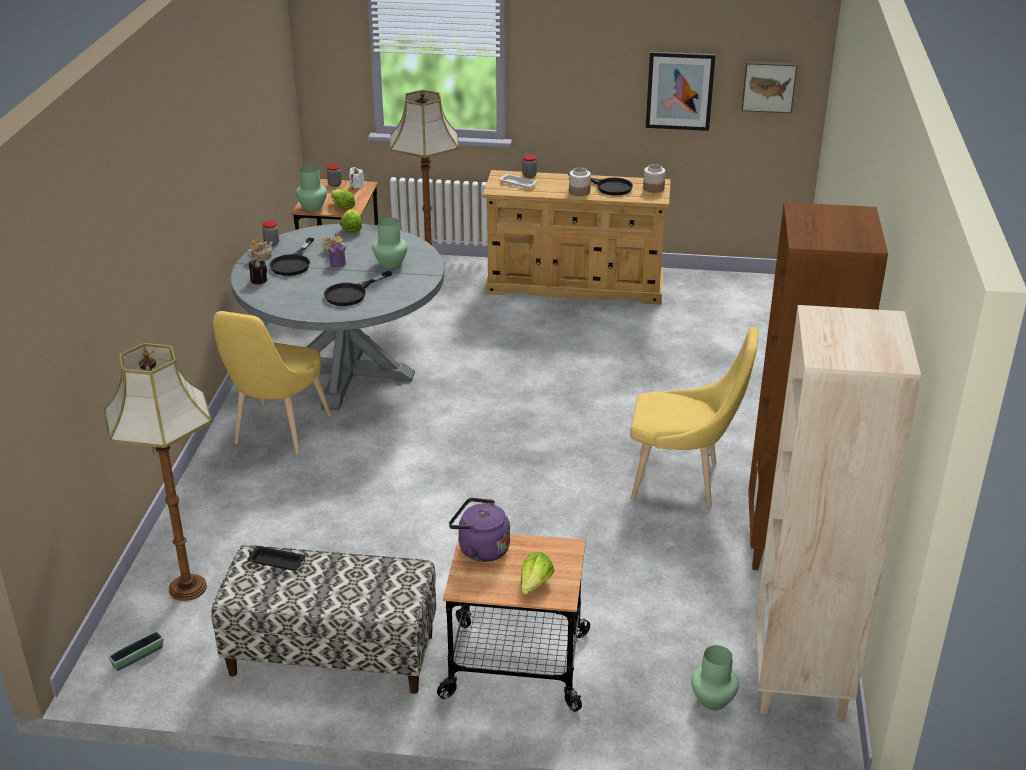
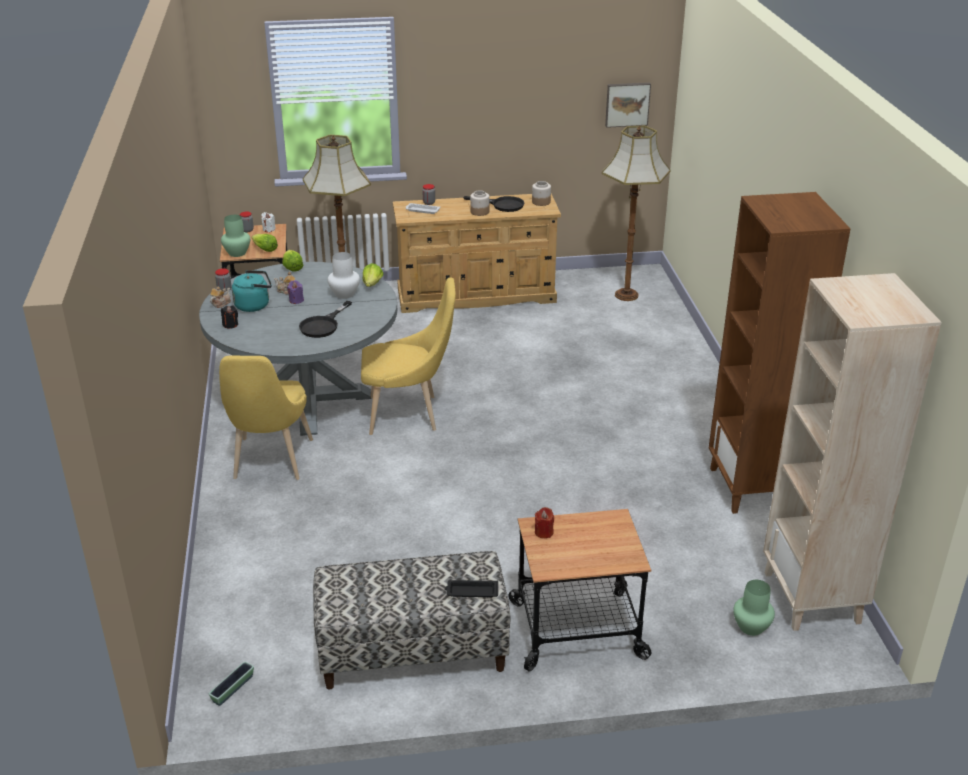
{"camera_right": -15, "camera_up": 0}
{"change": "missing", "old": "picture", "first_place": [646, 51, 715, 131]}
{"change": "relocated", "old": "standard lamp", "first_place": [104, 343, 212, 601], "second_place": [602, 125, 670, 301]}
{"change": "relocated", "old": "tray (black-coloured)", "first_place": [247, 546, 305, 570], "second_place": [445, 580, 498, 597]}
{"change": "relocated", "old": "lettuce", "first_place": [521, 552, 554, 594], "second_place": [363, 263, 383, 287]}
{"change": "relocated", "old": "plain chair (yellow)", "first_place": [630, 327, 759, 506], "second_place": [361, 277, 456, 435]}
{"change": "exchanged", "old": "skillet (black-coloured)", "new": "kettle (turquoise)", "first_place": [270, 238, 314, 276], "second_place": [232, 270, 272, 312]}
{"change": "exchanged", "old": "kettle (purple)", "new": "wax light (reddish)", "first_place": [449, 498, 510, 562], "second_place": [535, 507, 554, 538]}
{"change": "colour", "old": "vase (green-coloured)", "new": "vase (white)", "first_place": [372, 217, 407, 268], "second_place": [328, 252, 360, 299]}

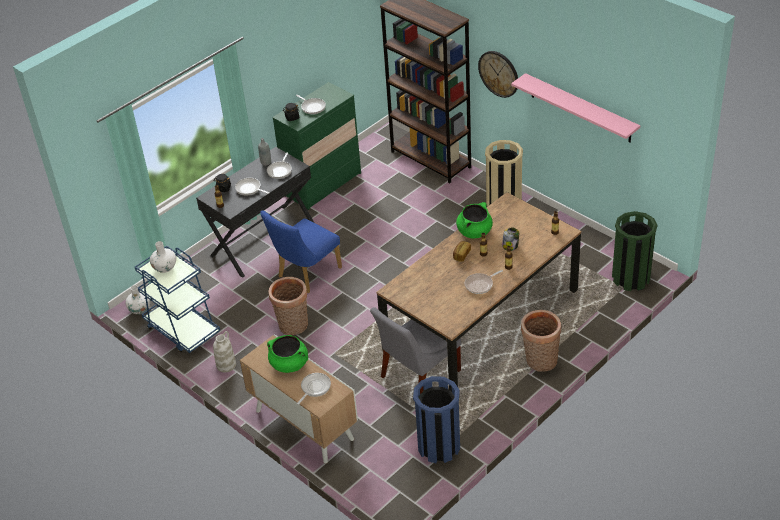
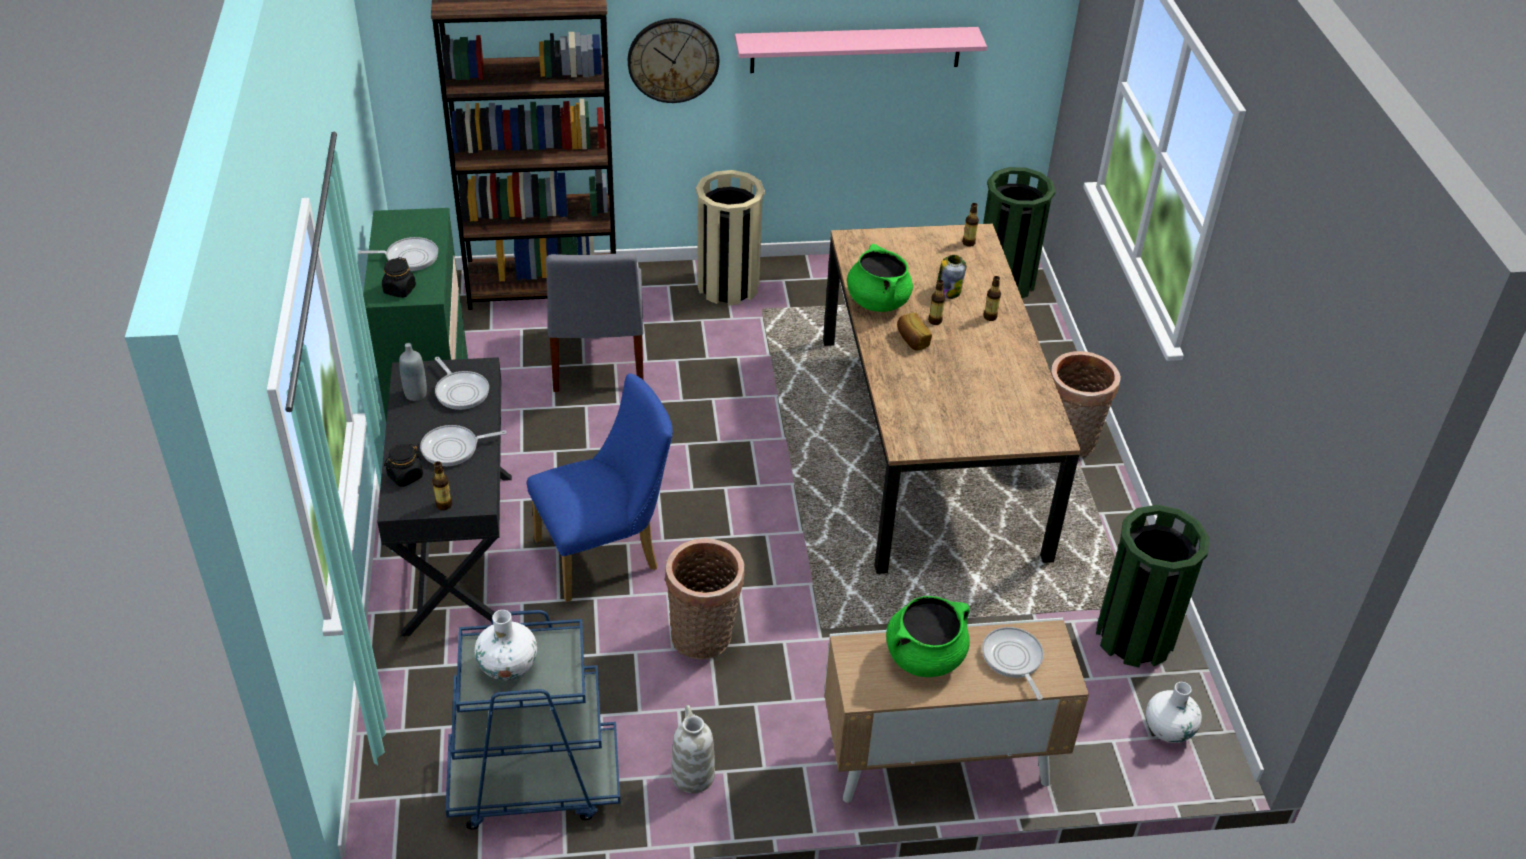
{"camera_right": -55, "camera_up": 0}
{"change": "missing", "old": "skillet", "first_place": [465, 270, 503, 294]}
{"change": "relocated", "old": "vase (white)", "first_place": [126, 285, 150, 315], "second_place": [1146, 682, 1202, 743]}
{"change": "relocated", "old": "plain chair (greyish)", "first_place": [370, 307, 461, 394], "second_place": [546, 253, 644, 392]}
{"change": "colour", "old": "rubbish bin (bluish)", "new": "rubbish bin (green-coloured)", "first_place": [413, 376, 460, 463], "second_place": [1096, 505, 1209, 667]}
{"change": "spun", "old": "plain chair (bluish)", "first_place": [260, 210, 342, 293], "second_place": [527, 373, 673, 602], "degrees": -105}

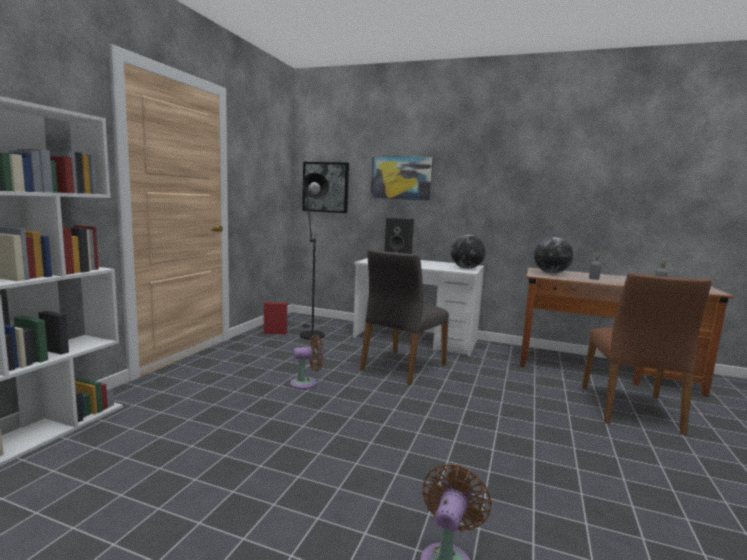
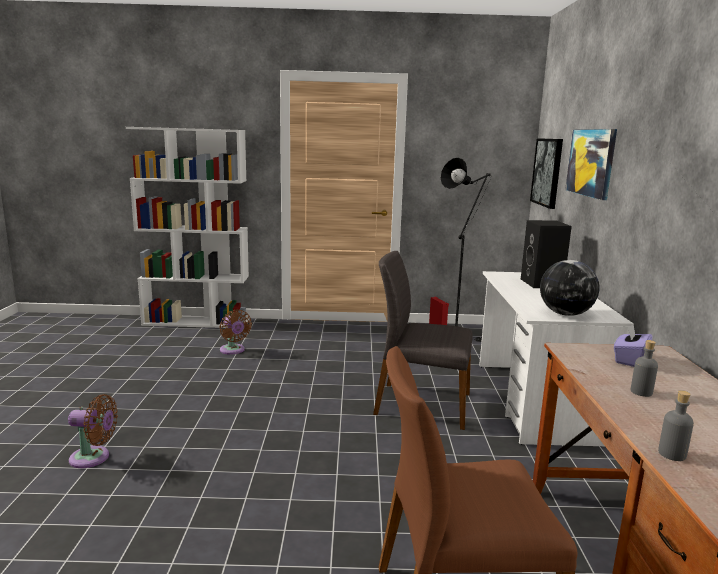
{"camera_right": 70, "camera_up": 5}
{"change": "relocated", "old": "fan (brownish)", "first_place": [290, 335, 323, 390], "second_place": [219, 309, 252, 355]}
{"change": "exchanged", "old": "desk globe", "new": "box of tissues (purple)", "first_place": [534, 237, 573, 273], "second_place": [614, 324, 653, 367]}

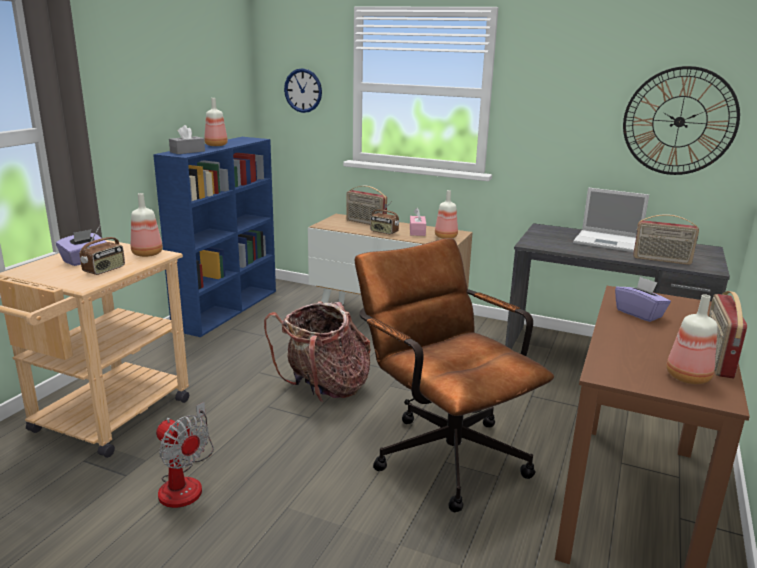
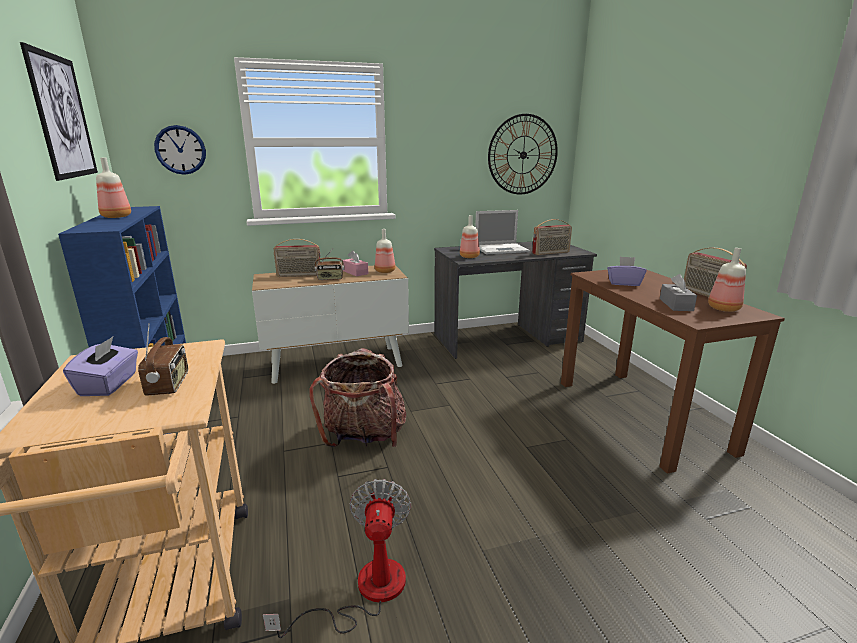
{"camera_right": -40, "camera_up": 0}
{"change": "missing", "old": "office chair (brownish)", "first_place": [355, 238, 554, 512]}
{"change": "appeared", "new": "picture", "second_place": [20, 42, 98, 181]}
{"change": "relocated", "old": "bottle", "first_place": [131, 193, 163, 257], "second_place": [460, 215, 480, 258]}
{"change": "relocated", "old": "box of tissues (greyish)", "first_place": [169, 125, 205, 154], "second_place": [660, 274, 697, 311]}
{"change": "spun", "old": "fan", "first_place": [156, 402, 214, 508], "second_place": [263, 479, 411, 638], "degrees": -90}

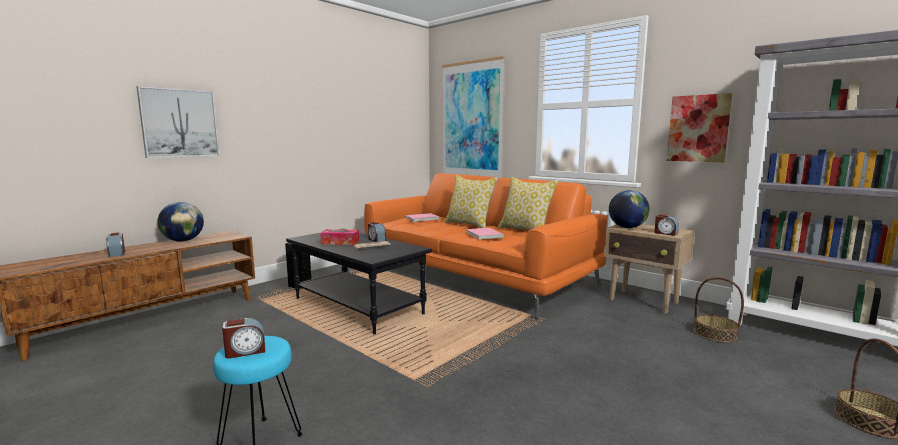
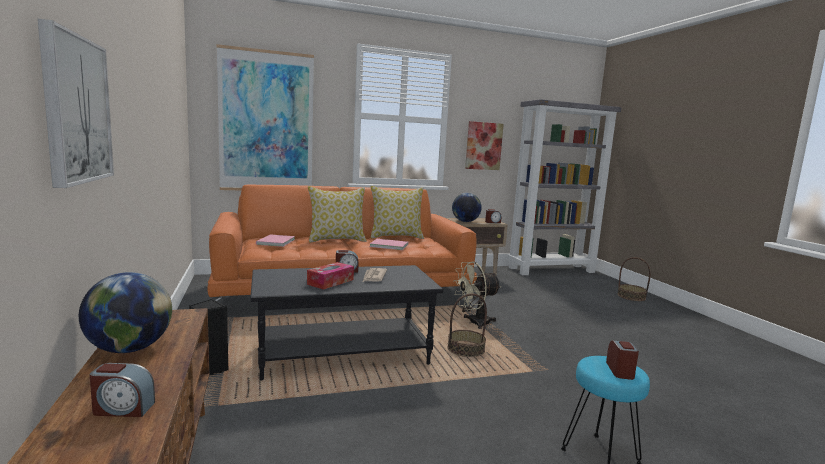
{"camera_right": -60, "camera_up": 0}
{"change": "appeared", "new": "fan (sand-coloured)", "second_place": [453, 261, 501, 329]}
{"change": "relocated", "old": "storage basket", "first_place": [694, 277, 744, 343], "second_place": [448, 293, 487, 357]}

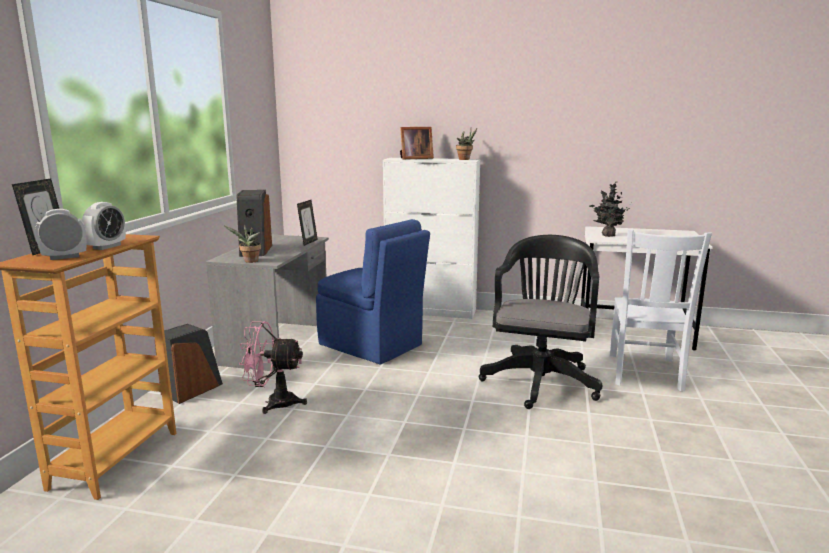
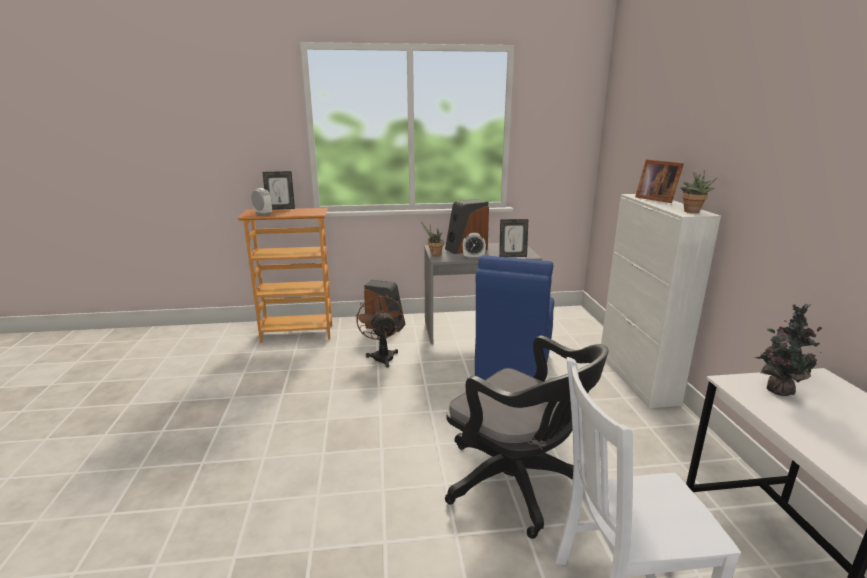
{"camera_right": 70, "camera_up": 5}
{"change": "relocated", "old": "table clock", "first_place": [82, 202, 126, 250], "second_place": [463, 233, 486, 259]}
{"change": "colour", "old": "fan (pink-coloured)", "new": "fan (brownish)", "first_place": [239, 321, 307, 414], "second_place": [355, 294, 403, 368]}
{"change": "spun", "old": "office chair (black-coloured)", "first_place": [478, 235, 602, 409], "second_place": [445, 336, 608, 539], "degrees": 45}

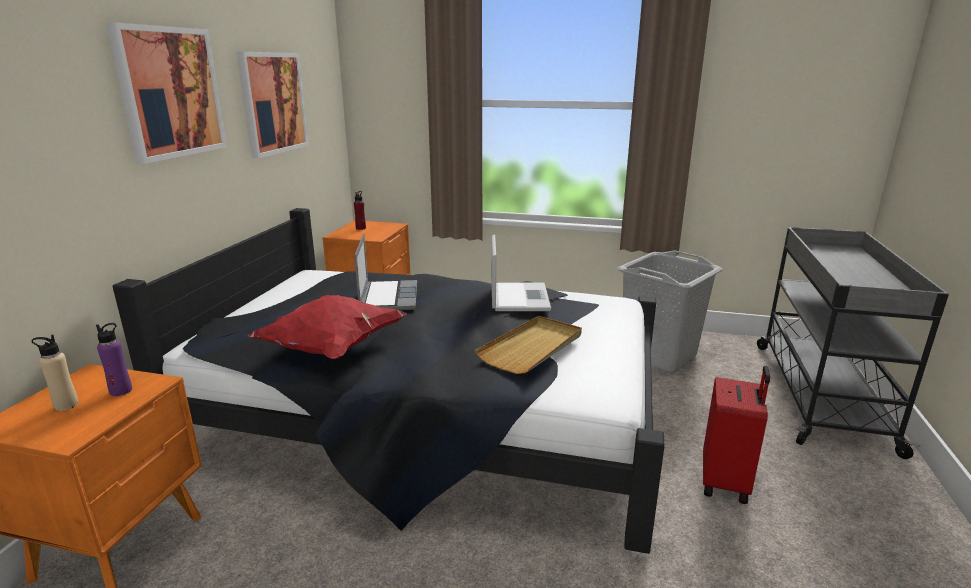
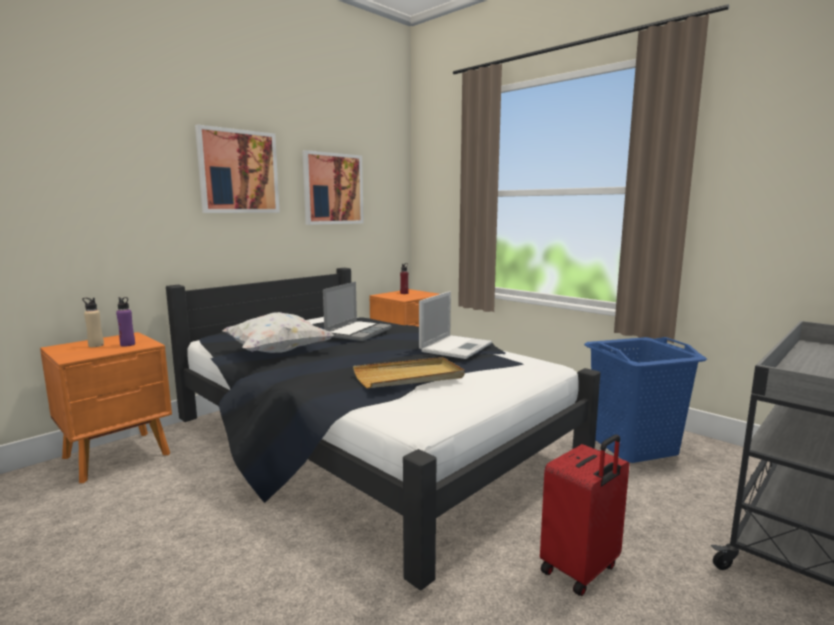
{"camera_right": 30, "camera_up": -10}
{"change": "colour", "old": "pillow (reddish)", "new": "pillow (white)", "first_place": [248, 295, 407, 359], "second_place": [222, 312, 334, 353]}
{"change": "colour", "old": "hamper (greyish)", "new": "hamper (bluish)", "first_place": [617, 251, 723, 372], "second_place": [584, 337, 707, 463]}

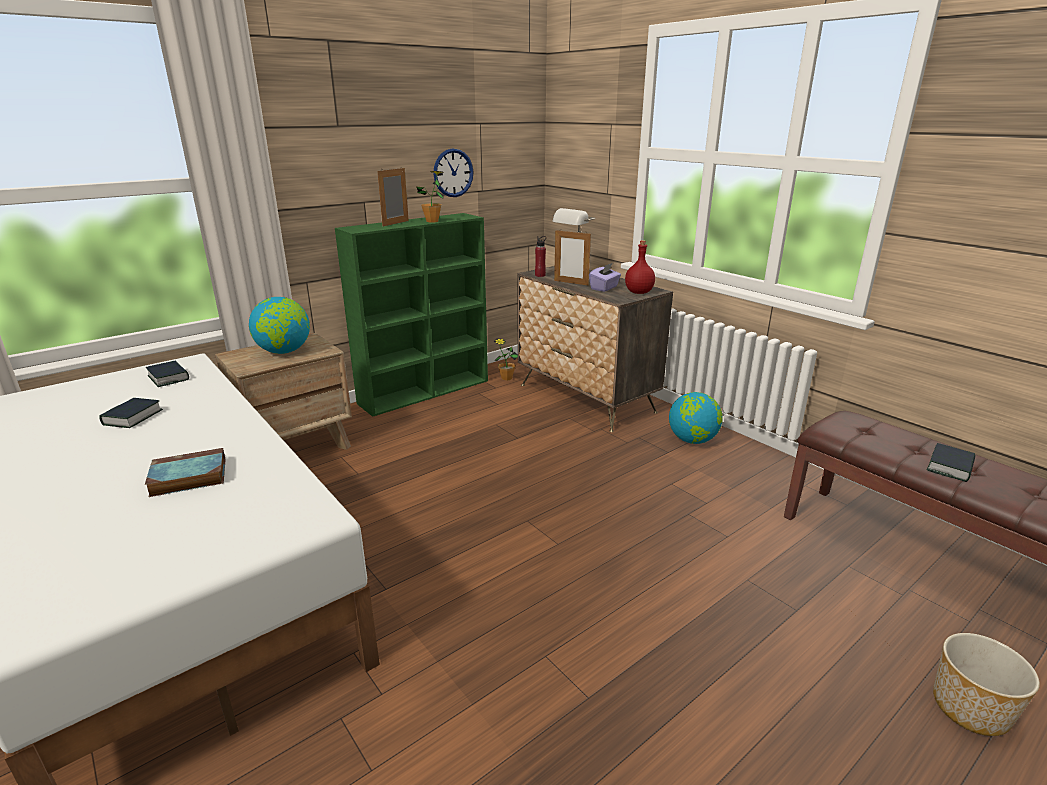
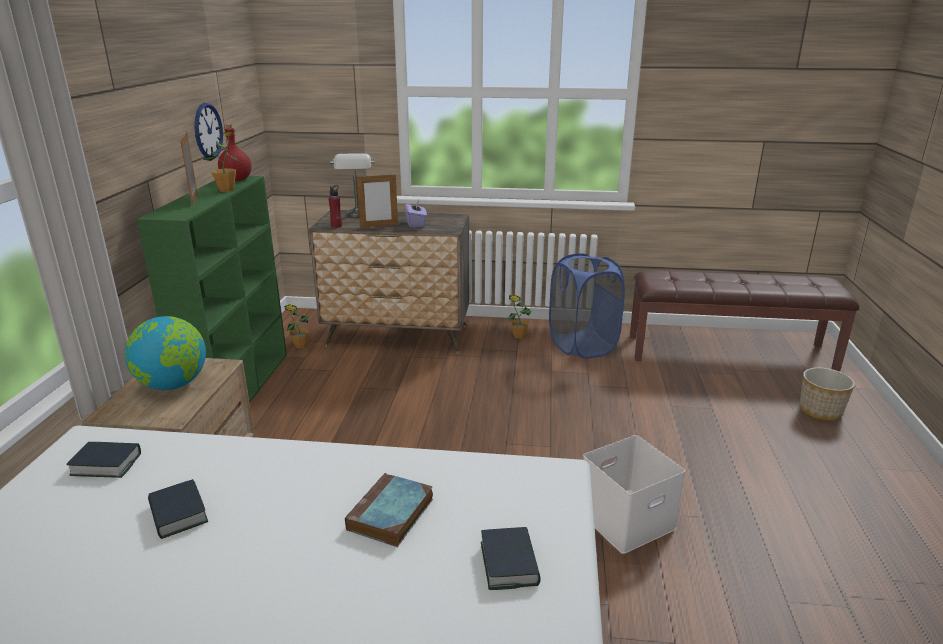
{"camera_right": -45, "camera_up": 0}
{"change": "appeared", "new": "hamper (bluish)", "second_place": [549, 253, 625, 359]}
{"change": "appeared", "new": "storage bin (white)", "second_place": [583, 435, 685, 554]}
{"change": "relocated", "old": "bottle (reddish)", "first_place": [625, 240, 655, 294], "second_place": [218, 124, 252, 181]}
{"change": "relocated", "old": "bound book", "first_place": [927, 443, 975, 482], "second_place": [481, 527, 541, 590]}
{"change": "exchanged", "old": "desk globe", "new": "houseplant", "first_place": [669, 392, 723, 444], "second_place": [508, 295, 532, 339]}

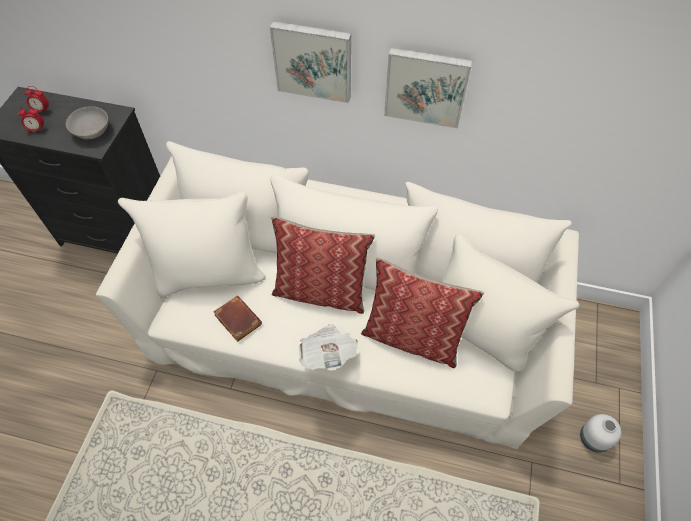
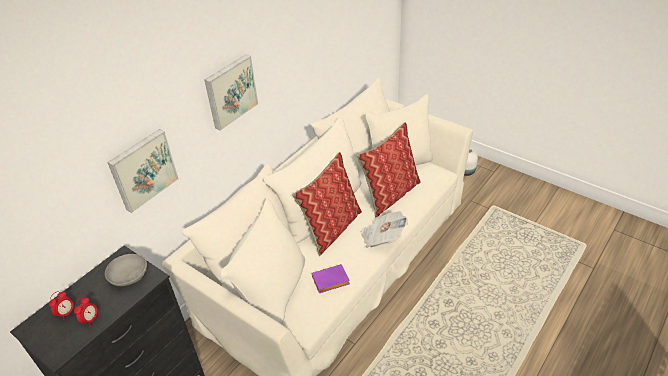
{"camera_right": -65, "camera_up": -15}
{"change": "relocated", "old": "picture", "first_place": [384, 48, 472, 129], "second_place": [107, 129, 179, 213]}
{"change": "colour", "old": "bound book (brownish)", "new": "bound book (purple)", "first_place": [214, 296, 262, 342], "second_place": [312, 264, 350, 293]}

